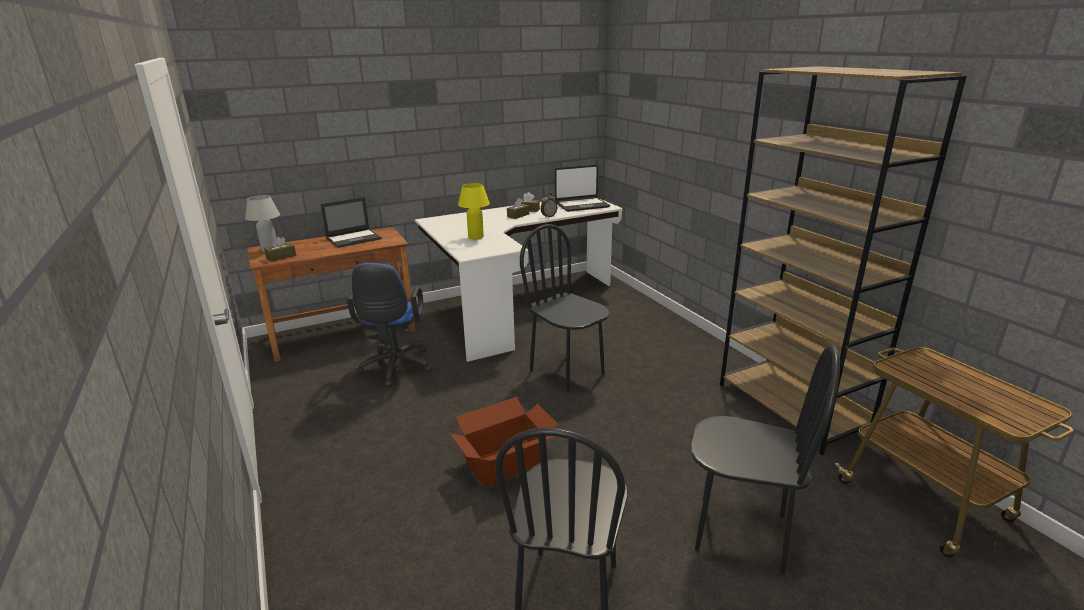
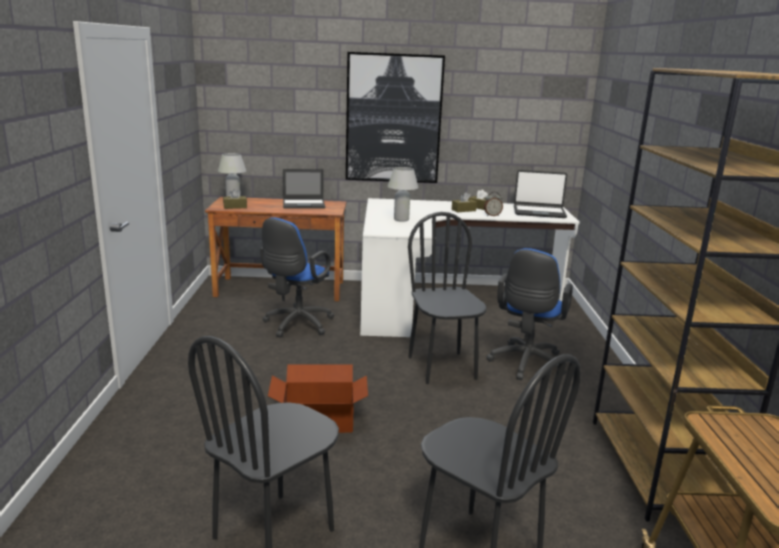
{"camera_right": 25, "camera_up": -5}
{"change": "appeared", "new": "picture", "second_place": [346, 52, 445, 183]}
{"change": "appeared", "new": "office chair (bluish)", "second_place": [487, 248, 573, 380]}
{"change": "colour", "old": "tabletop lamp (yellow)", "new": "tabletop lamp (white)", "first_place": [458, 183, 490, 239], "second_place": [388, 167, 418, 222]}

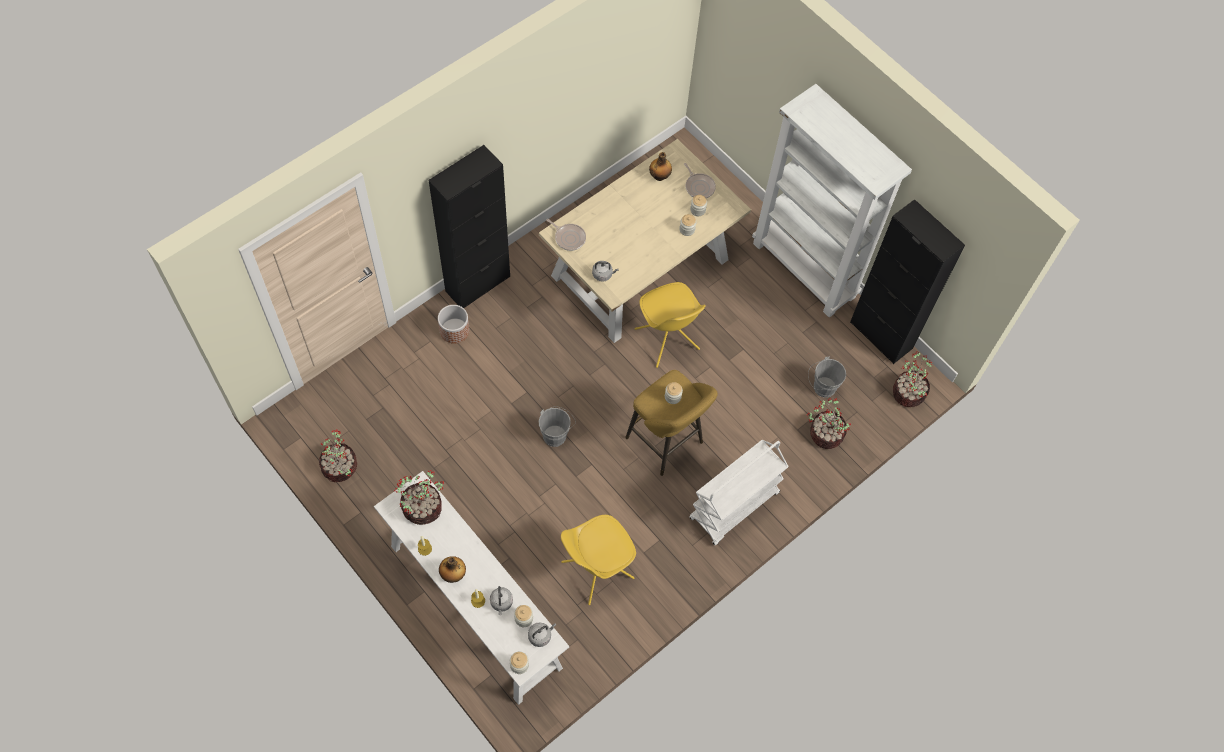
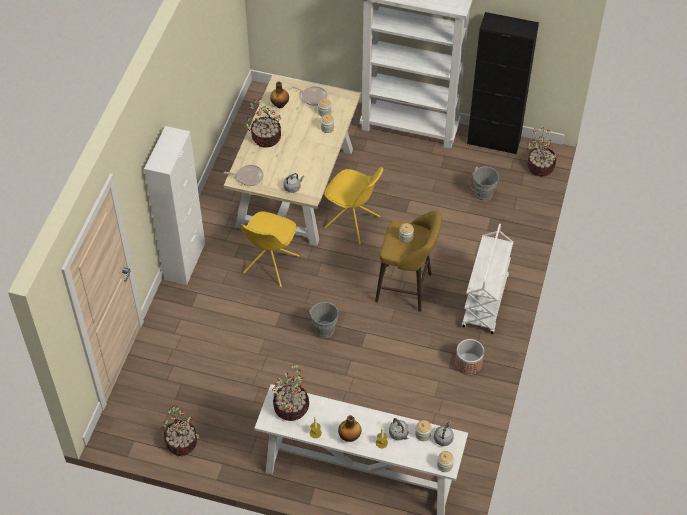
{"camera_right": -30, "camera_up": -10}
{"change": "relocated", "old": "flower pot", "first_place": [438, 305, 470, 344], "second_place": [455, 339, 484, 375]}
{"change": "relocated", "old": "plain chair (yellow)", "first_place": [561, 515, 636, 605], "second_place": [241, 211, 299, 287]}
{"change": "relocated", "old": "houseplant", "first_place": [806, 398, 851, 449], "second_place": [244, 98, 282, 148]}
{"change": "colour", "old": "cupboard (black-coloured)", "new": "cupboard (white)", "first_place": [429, 145, 510, 308], "second_place": [144, 126, 205, 285]}

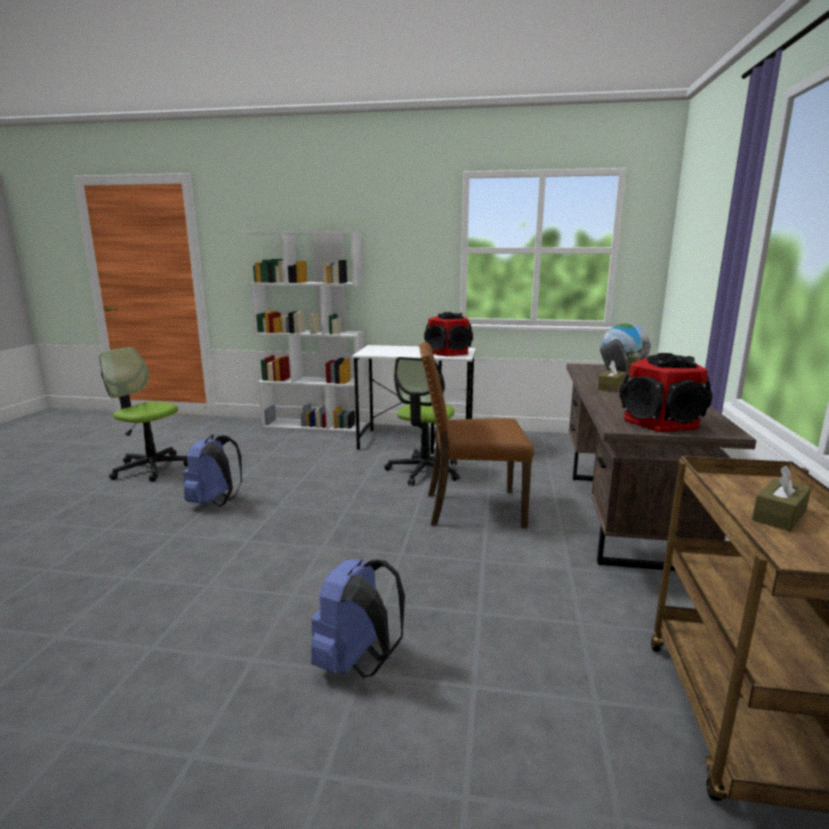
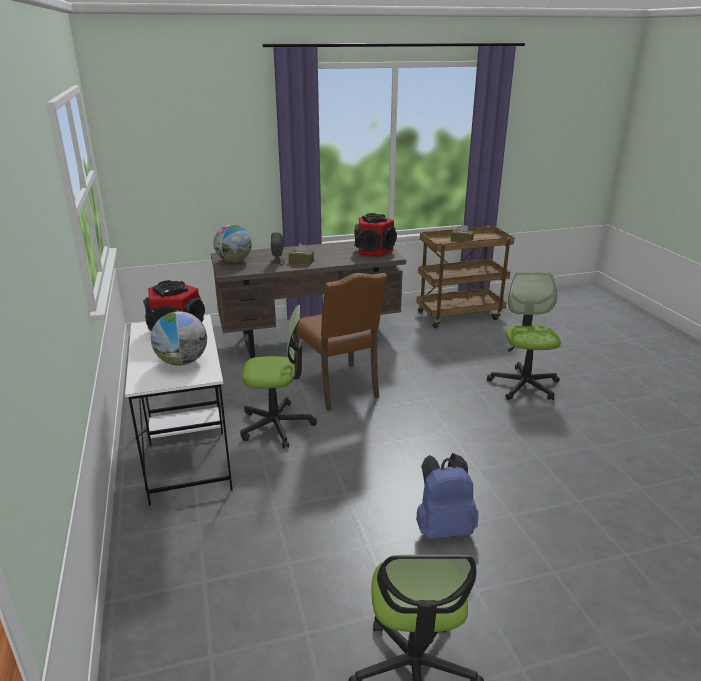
{"camera_right": -115, "camera_up": 10}
{"change": "missing", "old": "bookcase (white)", "first_place": [246, 231, 366, 433]}
{"change": "appeared", "new": "desk globe", "second_place": [151, 311, 207, 366]}
{"change": "exchanged", "old": "backpack (bluish)", "new": "office chair", "first_place": [311, 559, 405, 678], "second_place": [487, 272, 561, 400]}

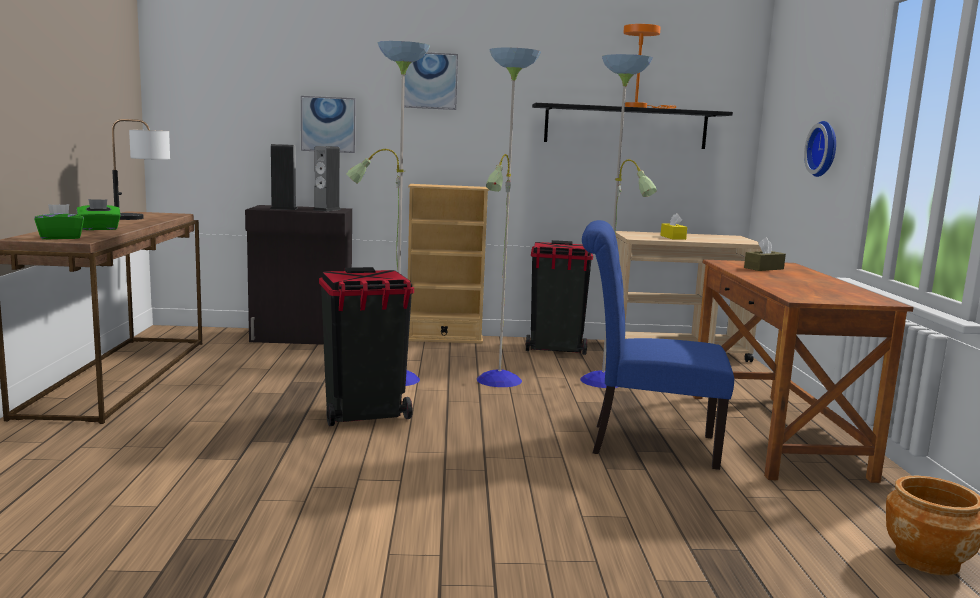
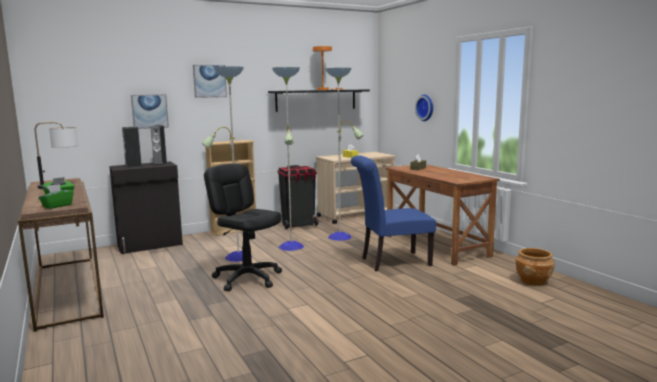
{"camera_right": -25, "camera_up": 0}
{"change": "exchanged", "old": "rubbish bin (black-coloured)", "new": "office chair (black-coloured)", "first_place": [319, 267, 414, 426], "second_place": [204, 164, 282, 291]}

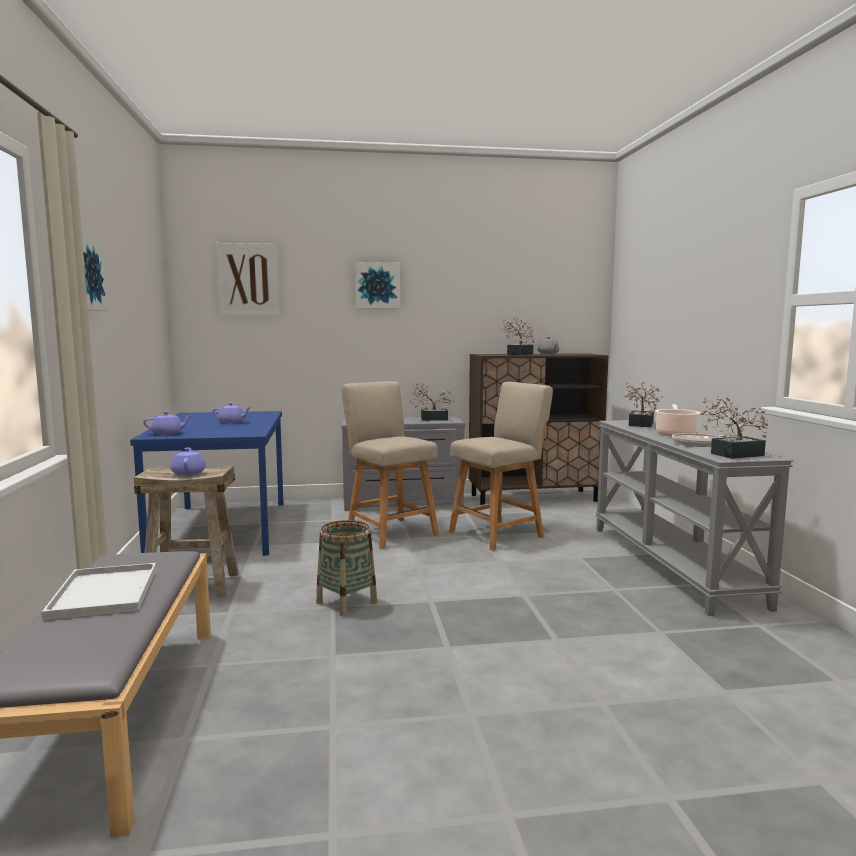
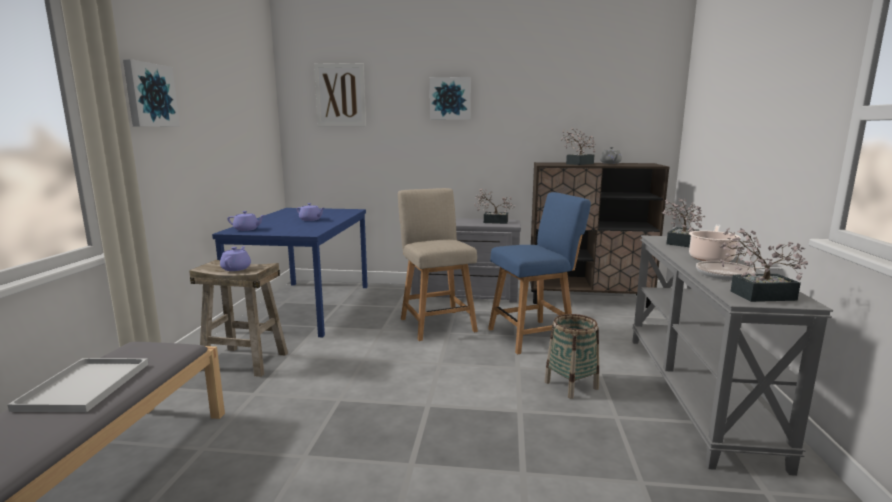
{"camera_right": 15, "camera_up": 5}
{"change": "relocated", "old": "storage basket", "first_place": [316, 520, 377, 616], "second_place": [544, 314, 599, 399]}
{"change": "colour", "old": "plain chair (sand-coloured)", "new": "plain chair (bluish)", "first_place": [449, 382, 553, 551], "second_place": [488, 192, 591, 354]}

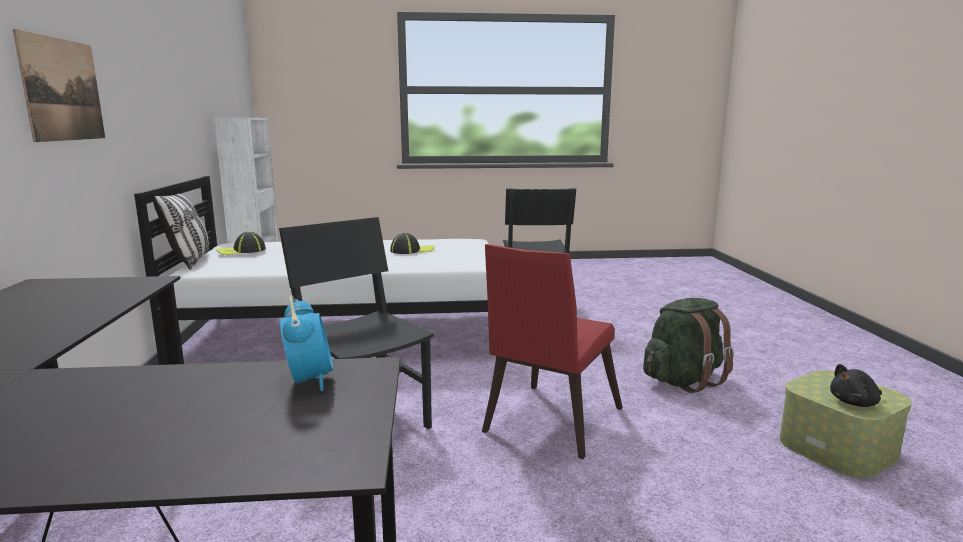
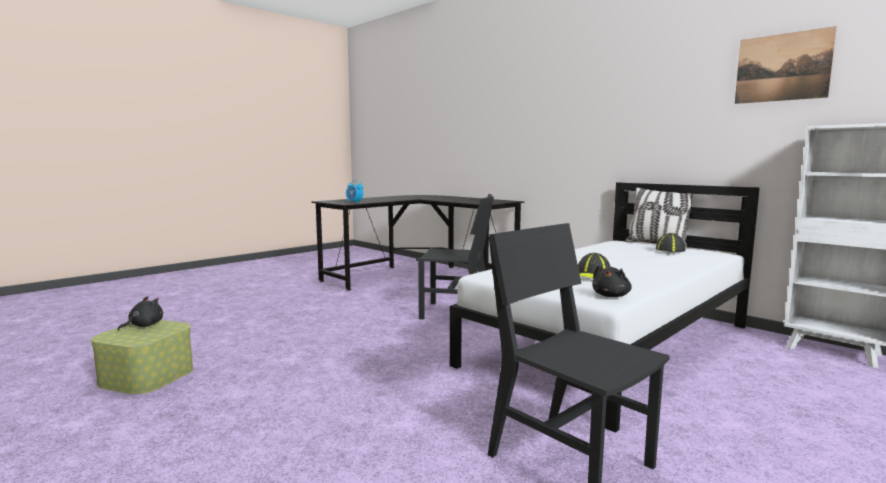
{"camera_right": 140, "camera_up": -5}
{"change": "missing", "old": "plain chair (reddish)", "first_place": [482, 244, 623, 459]}
{"change": "missing", "old": "backpack (green-coloured)", "first_place": [643, 298, 734, 393]}
{"change": "appeared", "new": "soft toy (black-coloured)", "second_place": [592, 265, 632, 297]}
{"change": "relocated", "old": "picture", "first_place": [13, 29, 105, 142], "second_place": [735, 26, 837, 104]}

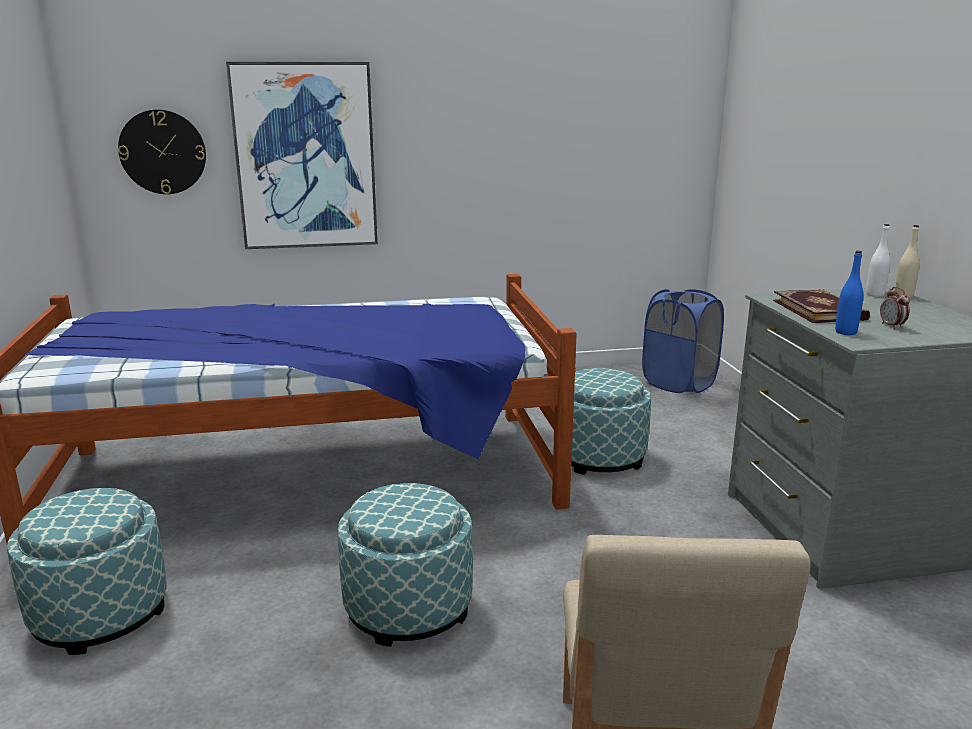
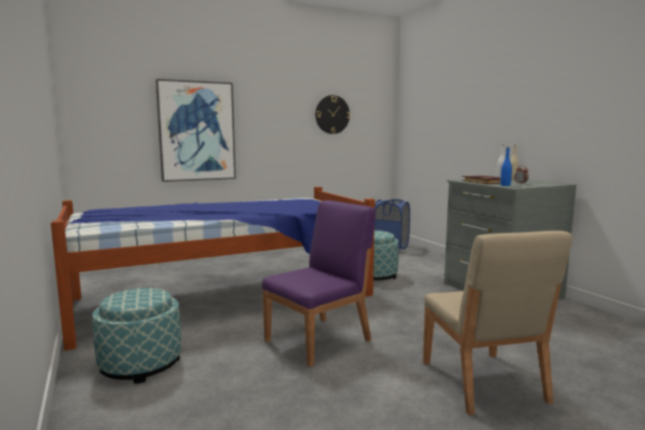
{"camera_right": -15, "camera_up": -10}
{"change": "relocated", "old": "hanging clock", "first_place": [118, 109, 206, 194], "second_place": [315, 95, 350, 134]}
{"change": "exchanged", "old": "footrest", "new": "plain chair (purple)", "first_place": [338, 483, 473, 647], "second_place": [262, 200, 376, 367]}

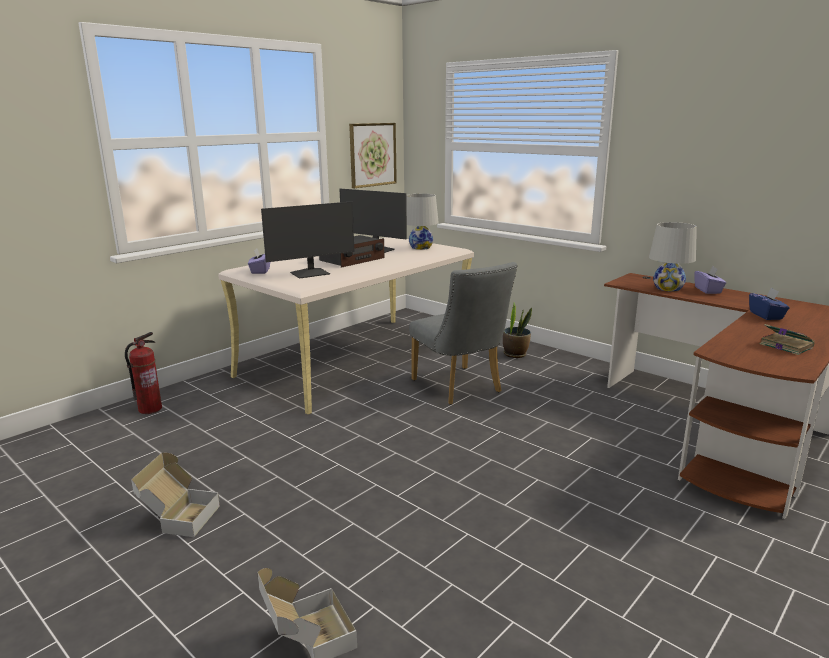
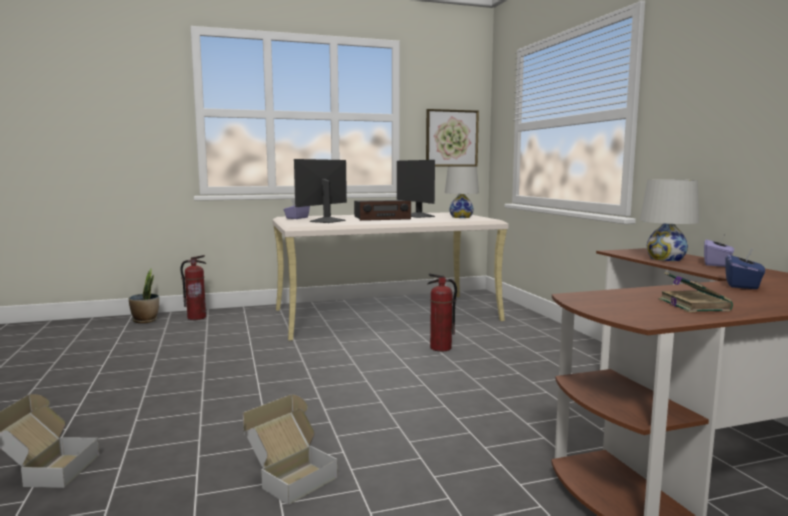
{"camera_right": 30, "camera_up": -10}
{"change": "relocated", "old": "packing box", "first_place": [131, 453, 220, 537], "second_place": [242, 394, 338, 505]}
{"change": "relocated", "old": "houseplant", "first_place": [503, 302, 532, 358], "second_place": [129, 268, 159, 323]}
{"change": "exchanged", "old": "plain chair (greyish)", "new": "fire extinguisher", "first_place": [409, 262, 517, 405], "second_place": [427, 273, 457, 352]}
{"change": "spun", "old": "computer display", "first_place": [261, 201, 355, 279], "second_place": [294, 159, 347, 223], "degrees": 120}

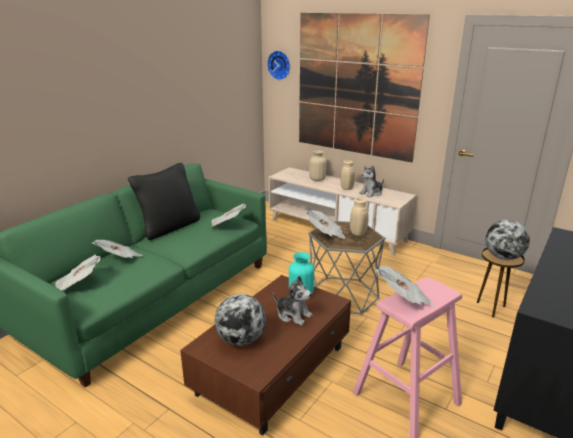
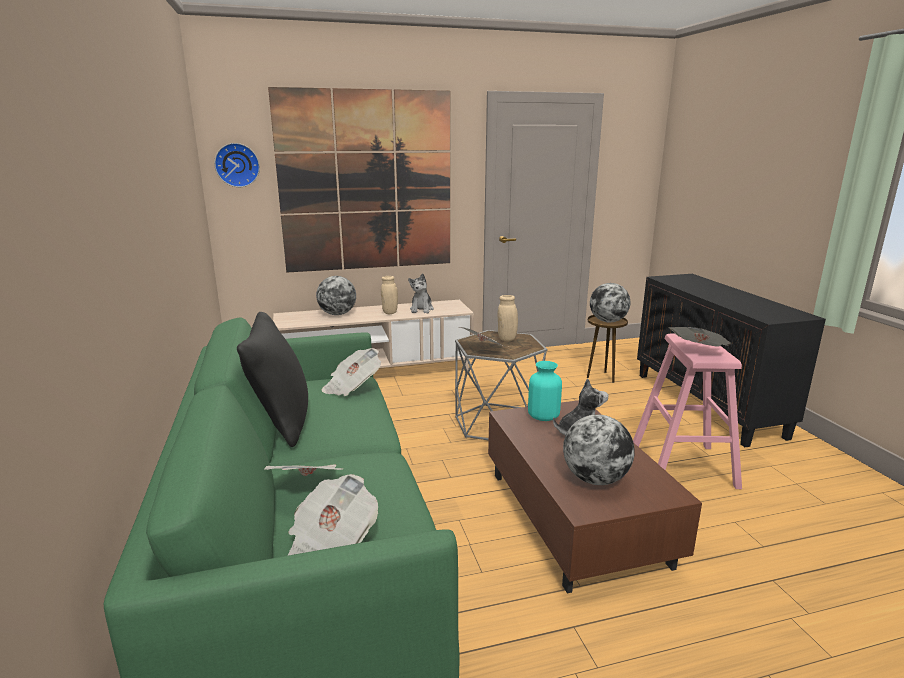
{"camera_right": -50, "camera_up": -5}
{"change": "exchanged", "old": "vase (sand-coloured)", "new": "desk globe", "first_place": [309, 150, 326, 181], "second_place": [316, 276, 356, 315]}

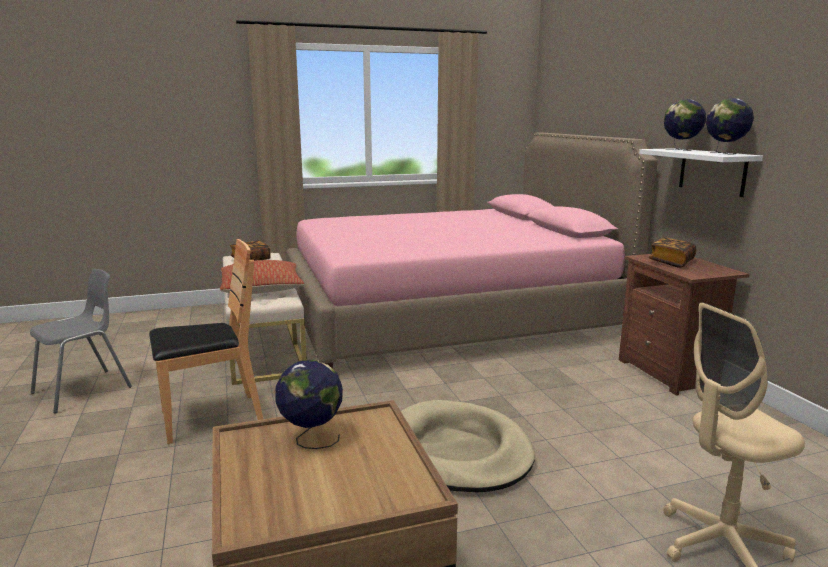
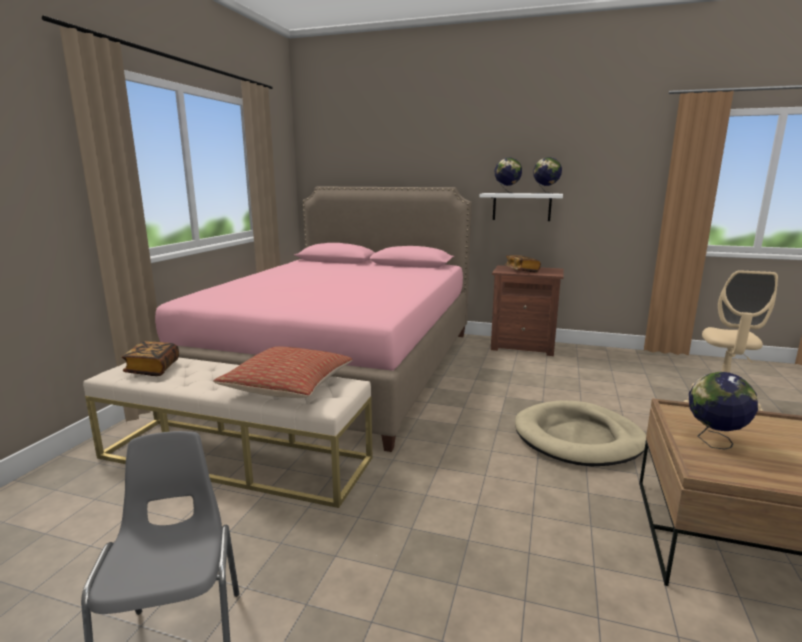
{"camera_right": -55, "camera_up": 0}
{"change": "missing", "old": "plain chair (brownish)", "first_place": [149, 239, 263, 444]}

